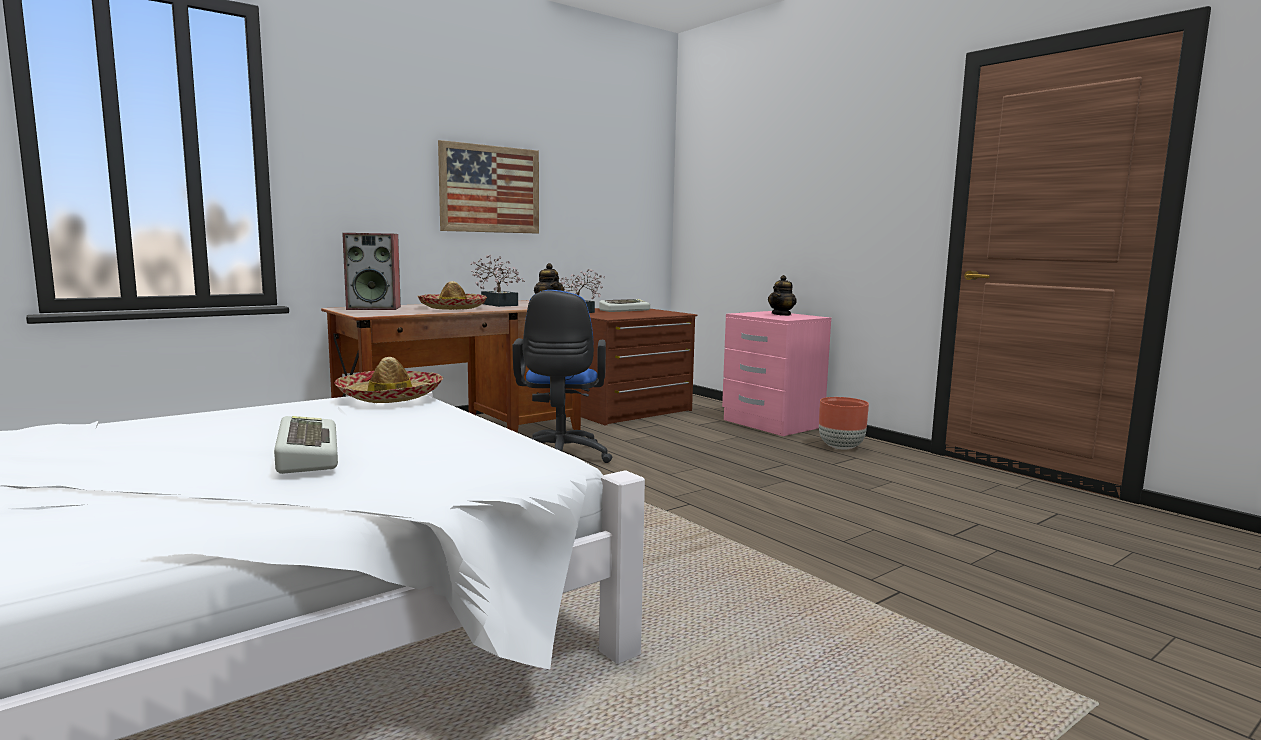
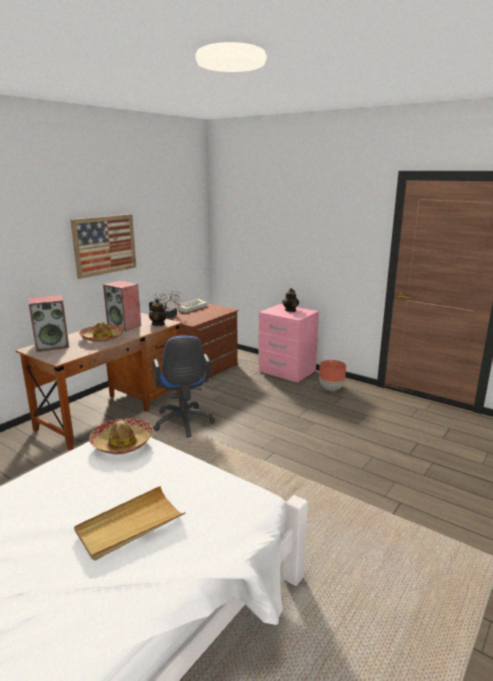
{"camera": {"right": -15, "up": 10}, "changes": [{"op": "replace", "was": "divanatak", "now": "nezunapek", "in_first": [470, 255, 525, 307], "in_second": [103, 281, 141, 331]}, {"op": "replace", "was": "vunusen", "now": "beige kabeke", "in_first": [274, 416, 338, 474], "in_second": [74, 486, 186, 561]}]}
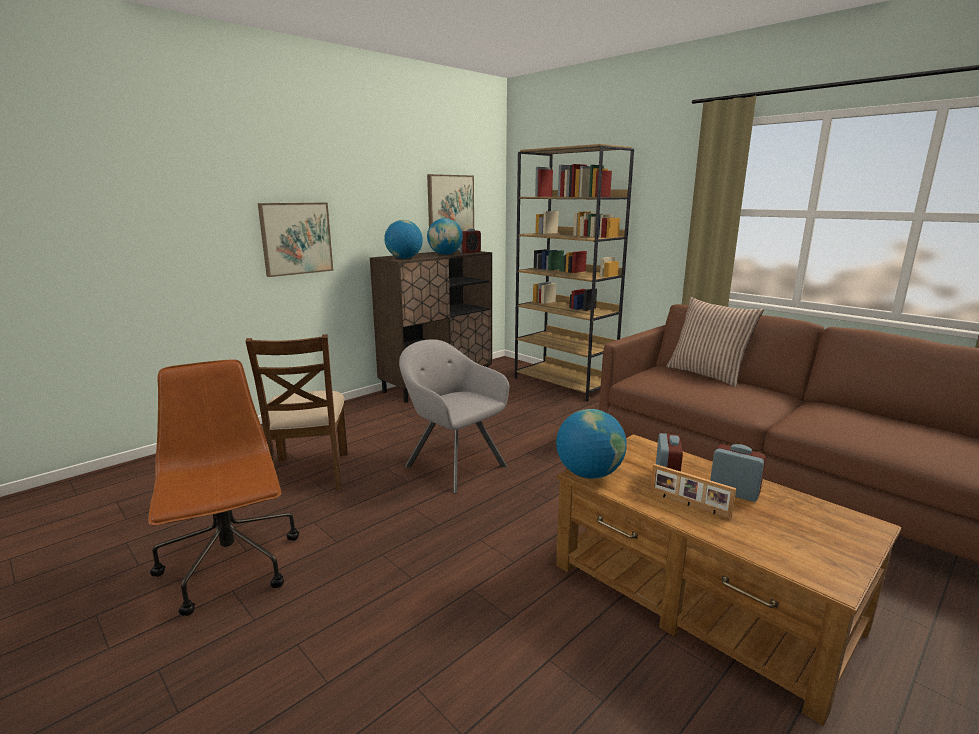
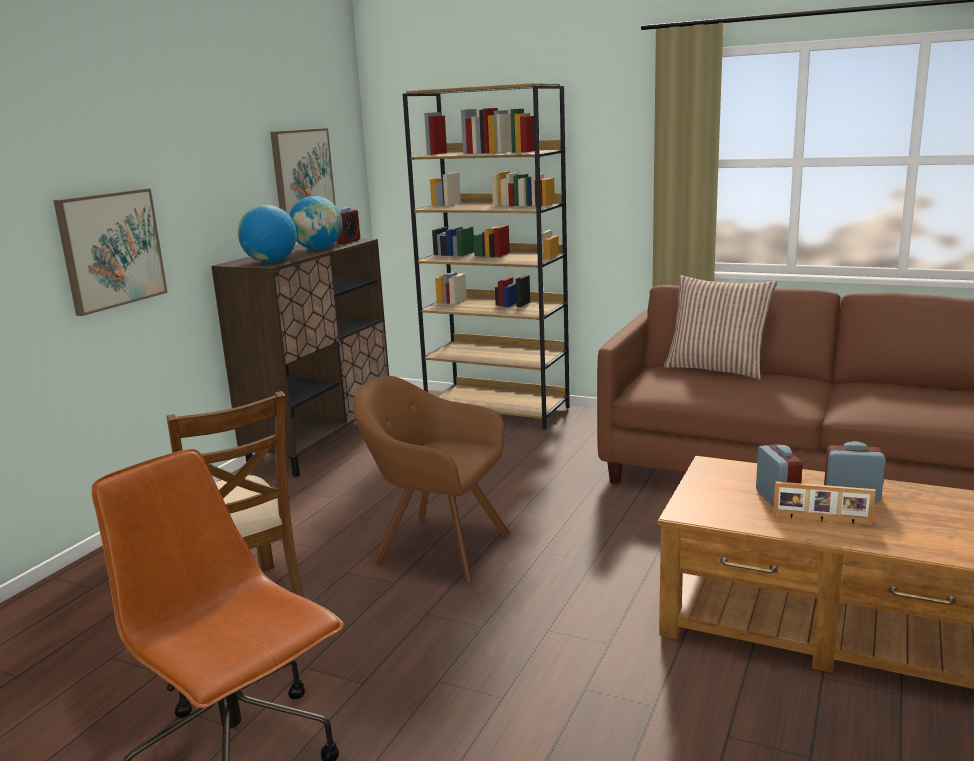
{"camera": {"right": -20, "up": 0}, "changes": [{"op": "recolor", "was": "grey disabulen", "now": "brown disabulen", "in_first": [399, 339, 509, 493], "in_second": [353, 376, 510, 583]}, {"op": "delete", "was": "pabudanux", "in_first": [556, 409, 627, 479]}]}
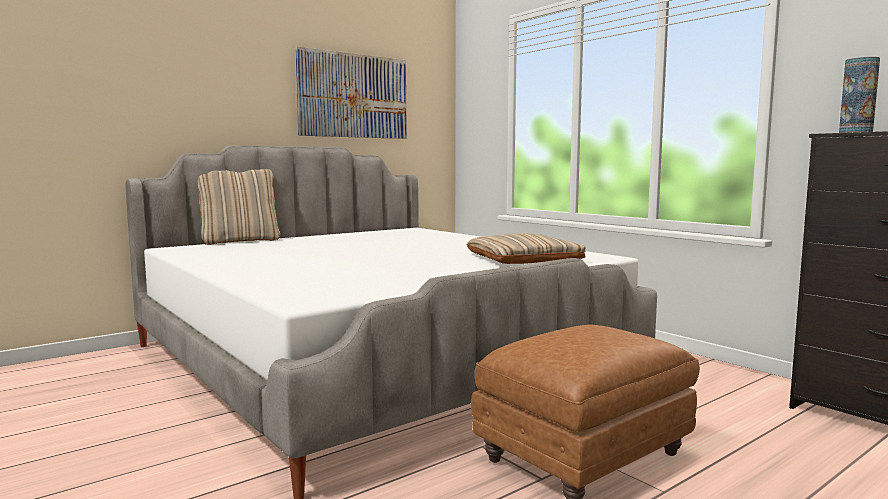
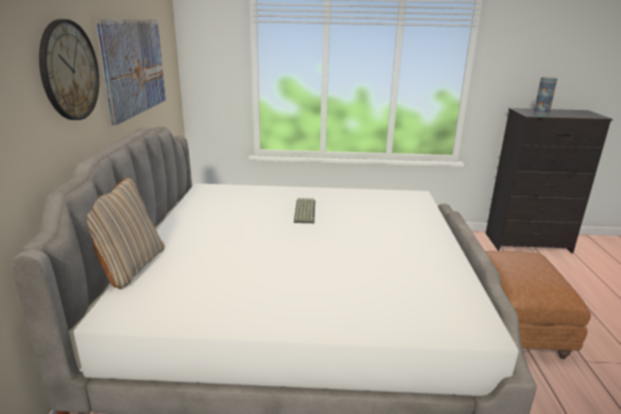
{"camera": {"right": -50, "up": 15}, "changes": [{"op": "delete", "was": "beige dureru", "in_first": [466, 233, 585, 264]}, {"op": "insert", "now": "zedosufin", "in_second": [39, 19, 99, 120]}, {"op": "insert", "now": "vunusen", "in_second": [294, 198, 315, 223]}]}
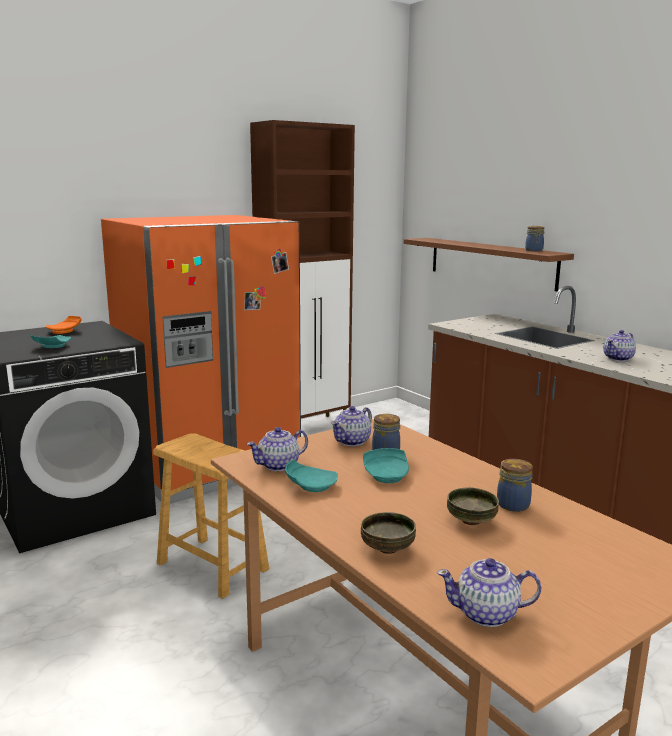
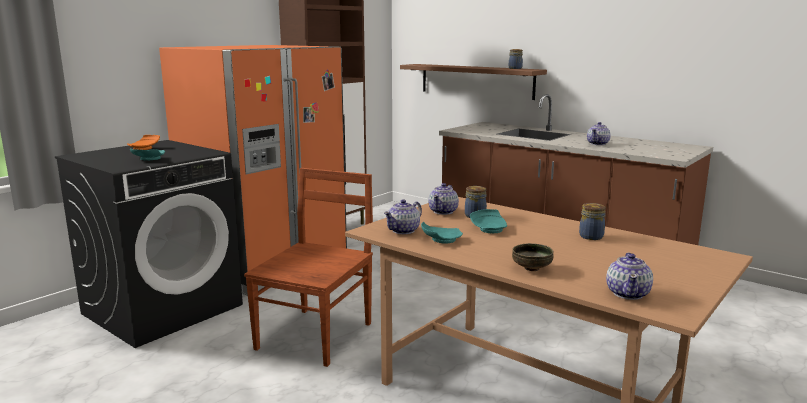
{"camera": {"right": -15, "up": 0}, "changes": [{"op": "replace", "was": "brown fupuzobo", "now": "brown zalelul", "in_first": [153, 434, 269, 599], "in_second": [244, 168, 373, 367]}, {"op": "delete", "was": "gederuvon", "in_first": [447, 487, 499, 525]}, {"op": "rotate", "was": "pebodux", "in_first": [437, 558, 541, 627], "in_second": [606, 252, 653, 300], "clockwise": -60}]}
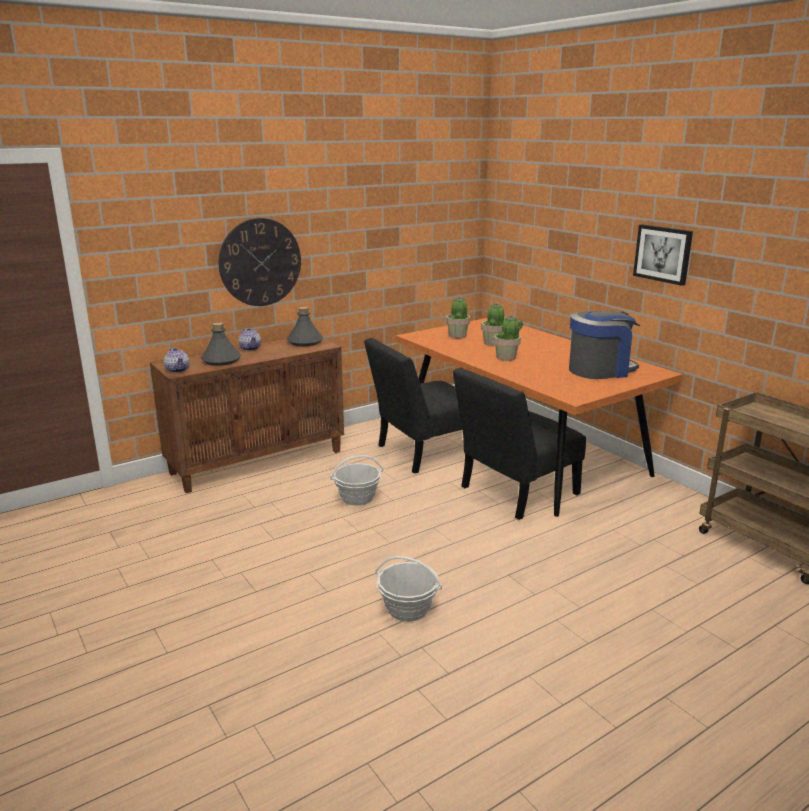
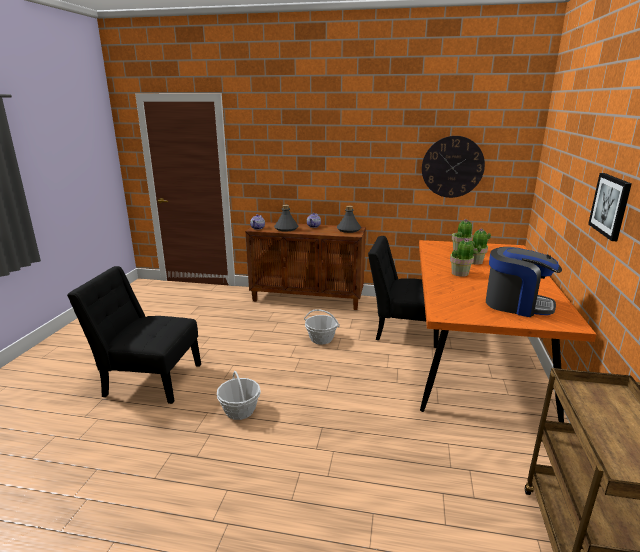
{"camera": {"right": 45, "up": 0}, "changes": [{"op": "move", "was": "zedosufin", "in_first": [219, 218, 301, 306], "in_second": [422, 136, 485, 198]}, {"op": "move", "was": "black zalelul", "in_first": [453, 368, 586, 520], "in_second": [67, 266, 201, 404]}]}
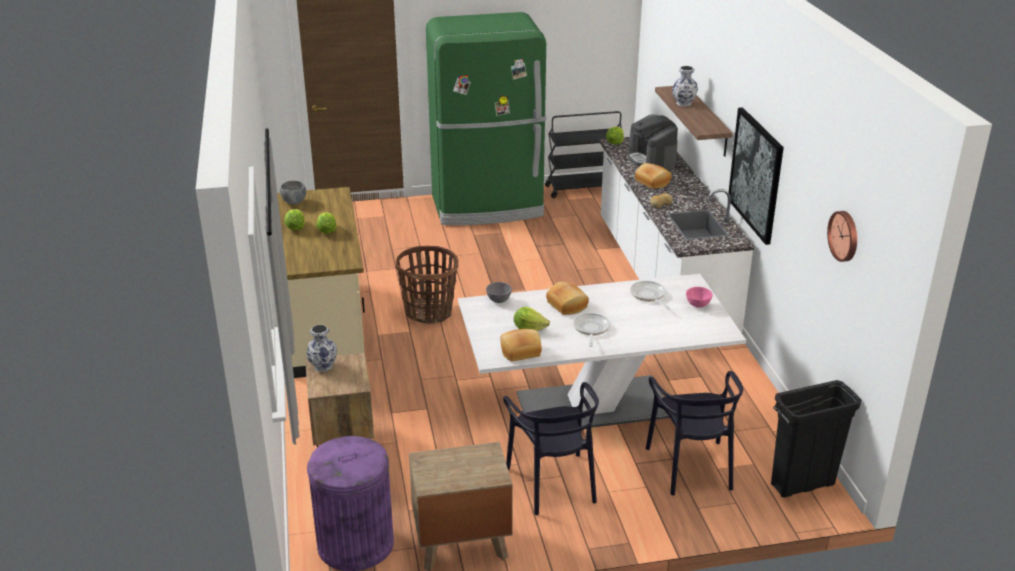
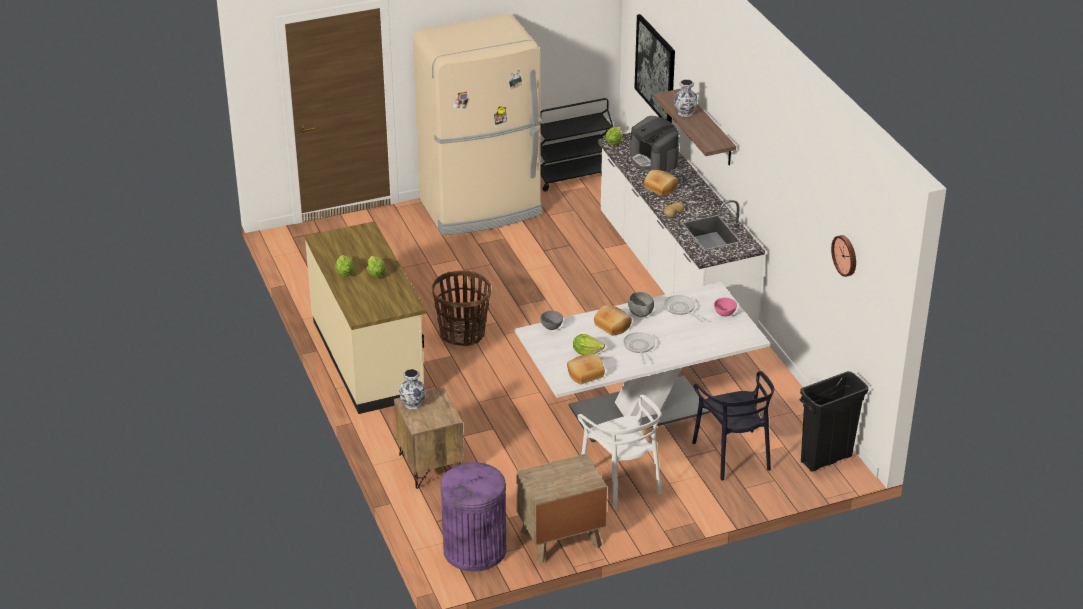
{"camera": {"right": -10, "up": 5}, "changes": [{"op": "recolor", "was": "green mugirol", "now": "beige mugirol", "in_first": [426, 12, 546, 225], "in_second": [413, 14, 542, 235]}, {"op": "move", "was": "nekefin", "in_first": [729, 107, 784, 245], "in_second": [634, 14, 675, 123]}, {"op": "move", "was": "grey gederuvon", "in_first": [280, 181, 306, 205], "in_second": [628, 292, 654, 317]}, {"op": "recolor", "was": "black zalelul", "now": "white zalelul", "in_first": [503, 382, 599, 515], "in_second": [578, 395, 662, 510]}]}
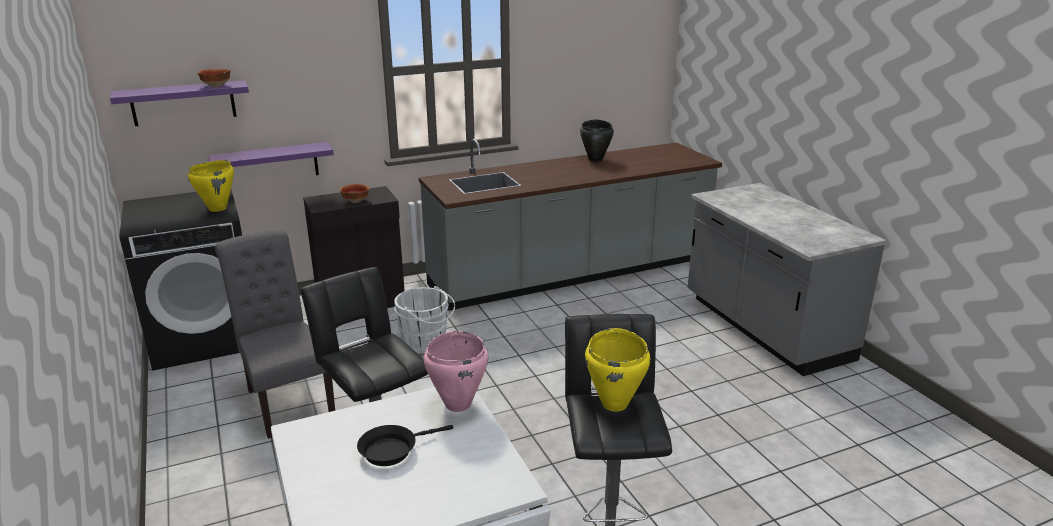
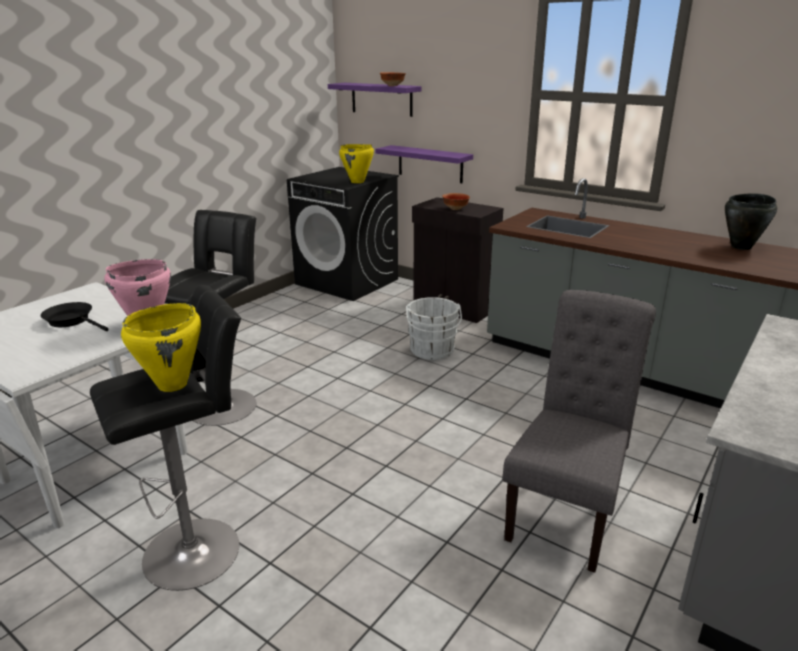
{"camera": {"right": 60, "up": 0}, "changes": [{"op": "move", "was": "grey zalelul", "in_first": [215, 230, 335, 439], "in_second": [503, 290, 656, 573]}]}
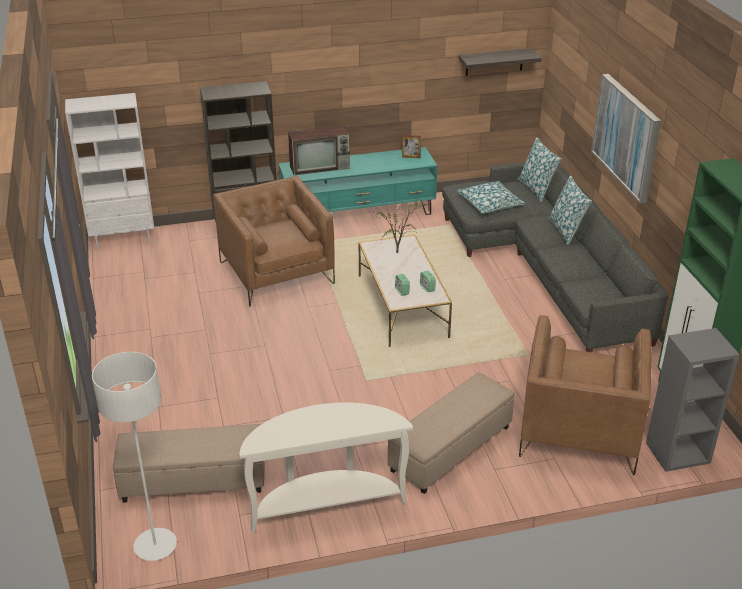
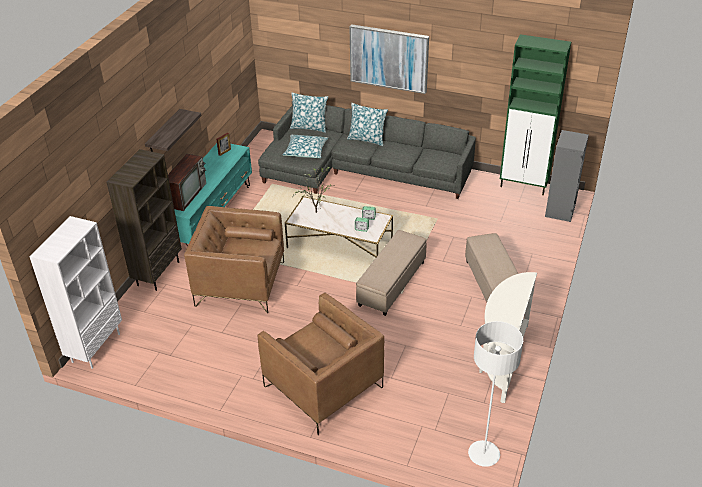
{"camera": {"right": -55, "up": 5}, "changes": [{"op": "move", "was": "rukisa", "in_first": [459, 48, 542, 76], "in_second": [145, 109, 202, 152]}, {"op": "move", "was": "brown disabulen", "in_first": [519, 315, 652, 475], "in_second": [257, 293, 384, 435]}, {"op": "move", "was": "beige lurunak", "in_first": [113, 424, 265, 503], "in_second": [356, 230, 426, 316]}]}
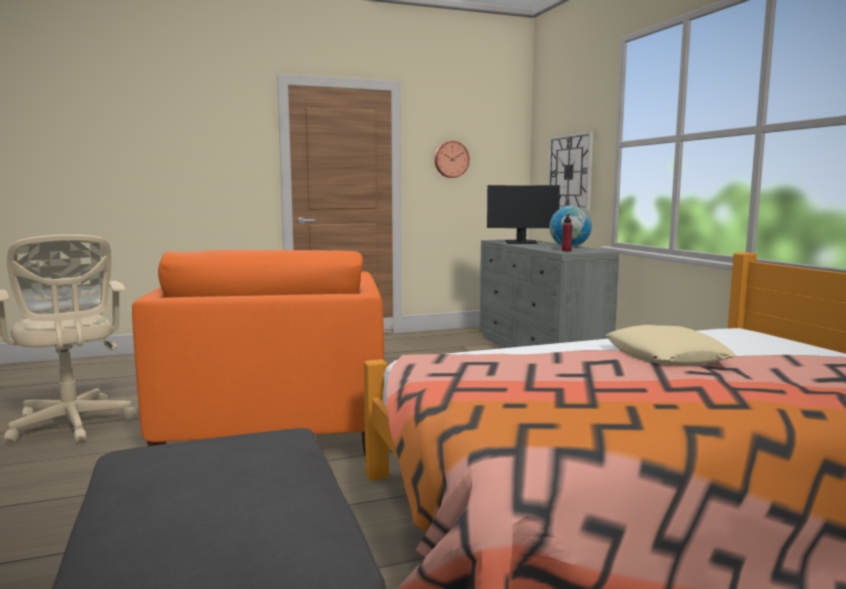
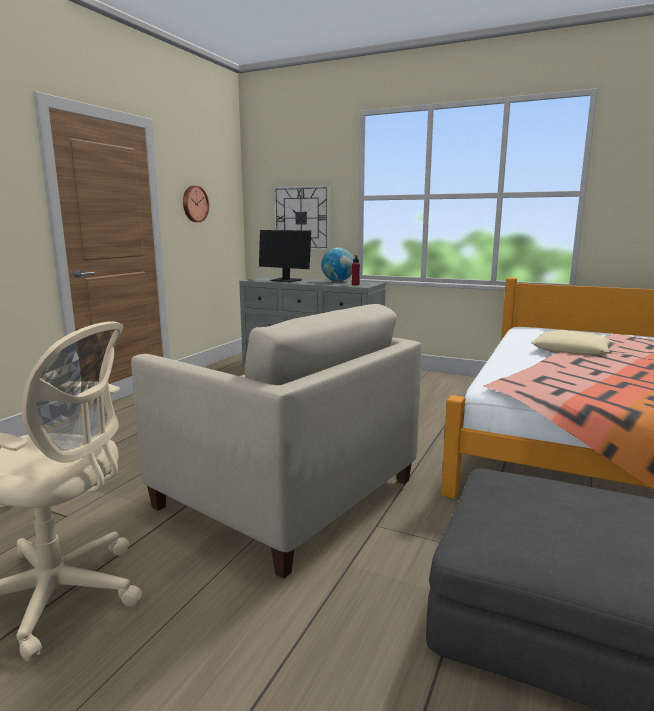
{"camera": {"right": -45, "up": 5}, "changes": [{"op": "rotate", "was": "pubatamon", "in_first": [487, 185, 560, 244], "in_second": [259, 230, 311, 282], "clockwise": 75}, {"op": "recolor", "was": "orange disabulen", "now": "beige disabulen", "in_first": [132, 250, 384, 455], "in_second": [131, 304, 422, 579]}]}
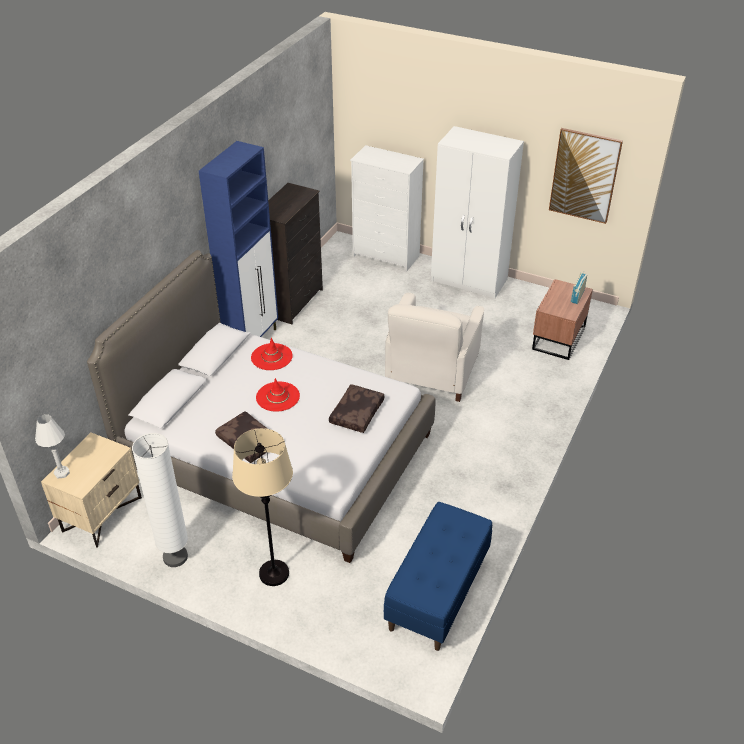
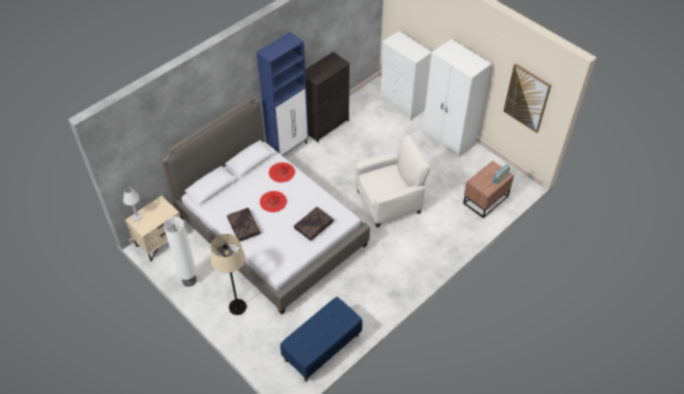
{"camera": {"right": 20, "up": 10}, "changes": [{"op": "rotate", "was": "white disabulen", "in_first": [385, 293, 484, 402], "in_second": [356, 135, 430, 228], "clockwise": -150}]}
